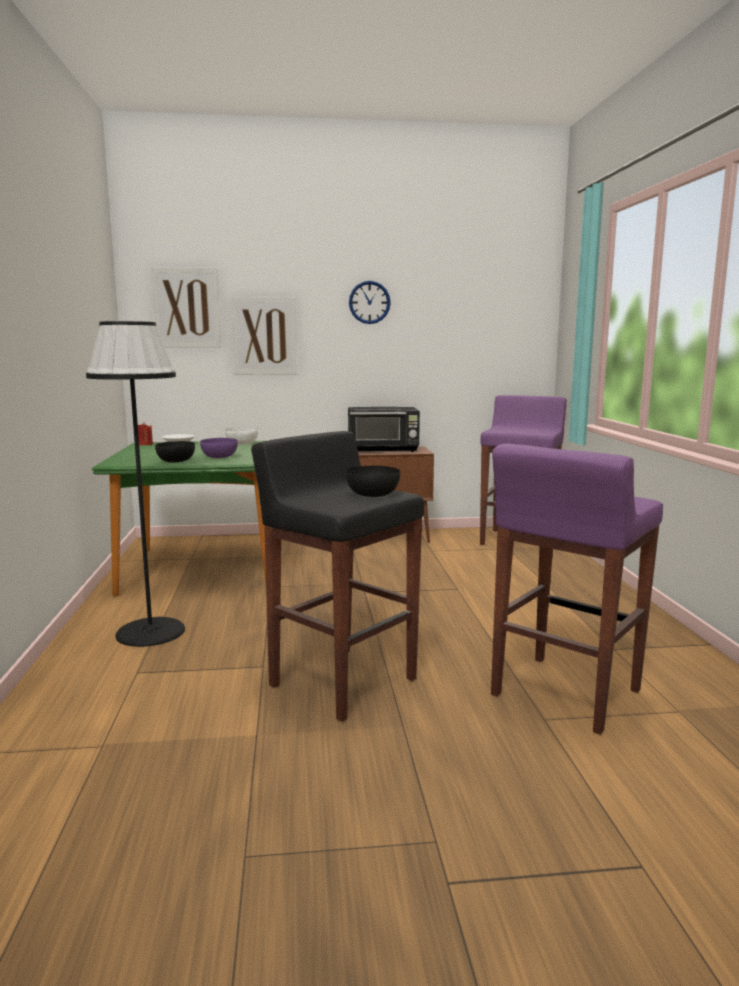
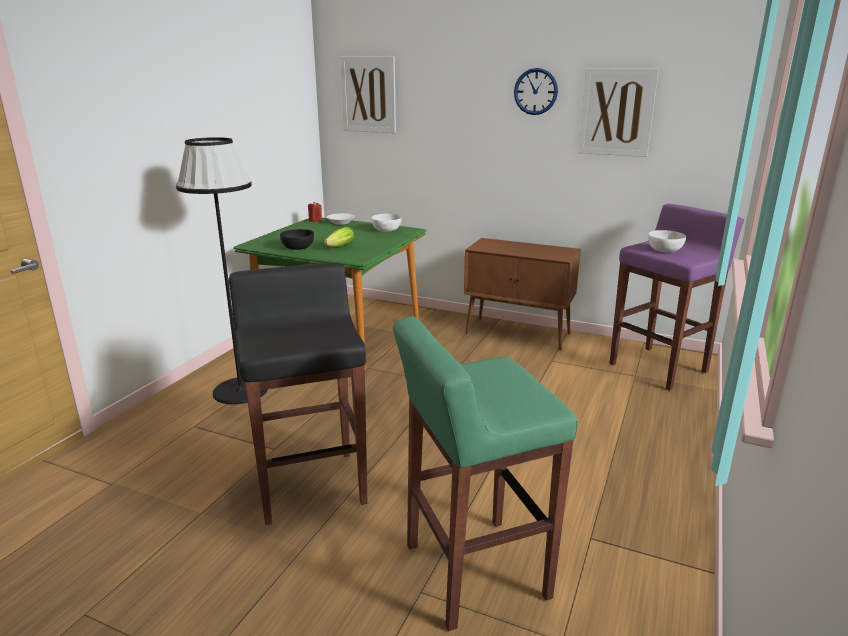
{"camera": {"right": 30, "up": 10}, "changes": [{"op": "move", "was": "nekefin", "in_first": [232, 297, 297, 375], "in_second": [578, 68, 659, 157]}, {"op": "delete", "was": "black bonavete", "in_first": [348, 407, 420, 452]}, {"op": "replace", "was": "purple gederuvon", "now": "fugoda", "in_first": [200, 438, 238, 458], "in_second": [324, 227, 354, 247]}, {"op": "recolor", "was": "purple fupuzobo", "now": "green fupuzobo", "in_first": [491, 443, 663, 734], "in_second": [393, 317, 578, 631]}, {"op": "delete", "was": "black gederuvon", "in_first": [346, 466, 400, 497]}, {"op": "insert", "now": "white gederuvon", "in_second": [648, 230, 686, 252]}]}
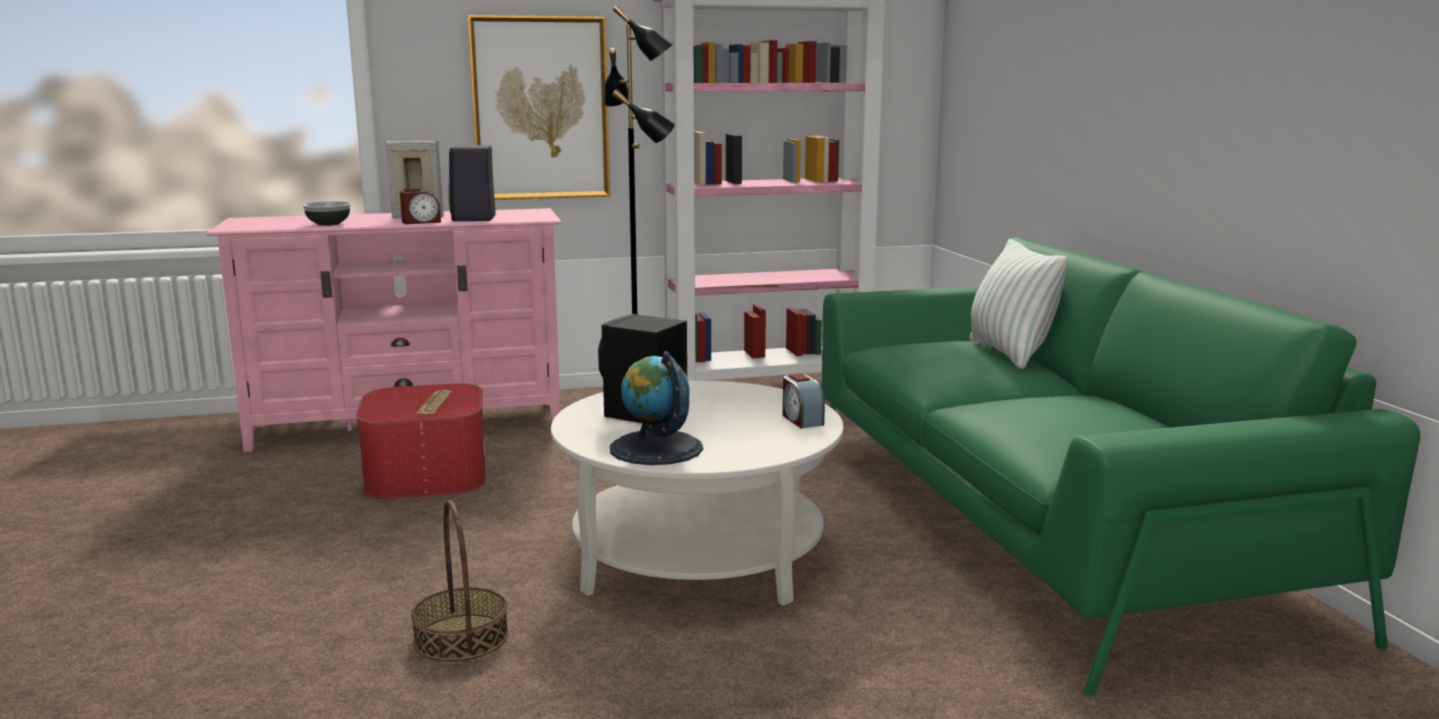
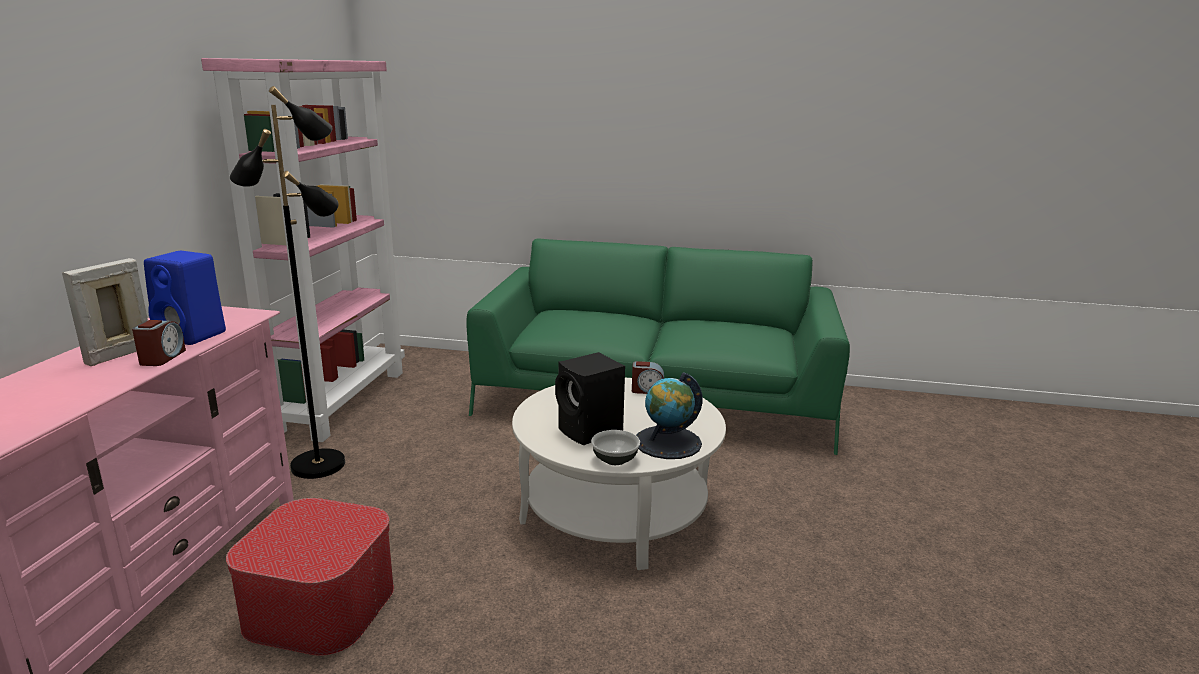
{"camera": {"right": -65, "up": 5}, "changes": [{"op": "delete", "was": "nekefin", "in_first": [468, 15, 610, 200]}, {"op": "recolor", "was": "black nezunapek", "now": "blue nezunapek", "in_first": [448, 145, 496, 221], "in_second": [144, 251, 226, 345]}, {"op": "move", "was": "gederuvon", "in_first": [302, 201, 351, 226], "in_second": [591, 430, 640, 465]}, {"op": "delete", "was": "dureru", "in_first": [969, 239, 1068, 369]}, {"op": "delete", "was": "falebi", "in_first": [416, 390, 452, 414]}, {"op": "delete", "was": "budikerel", "in_first": [411, 500, 508, 662]}]}
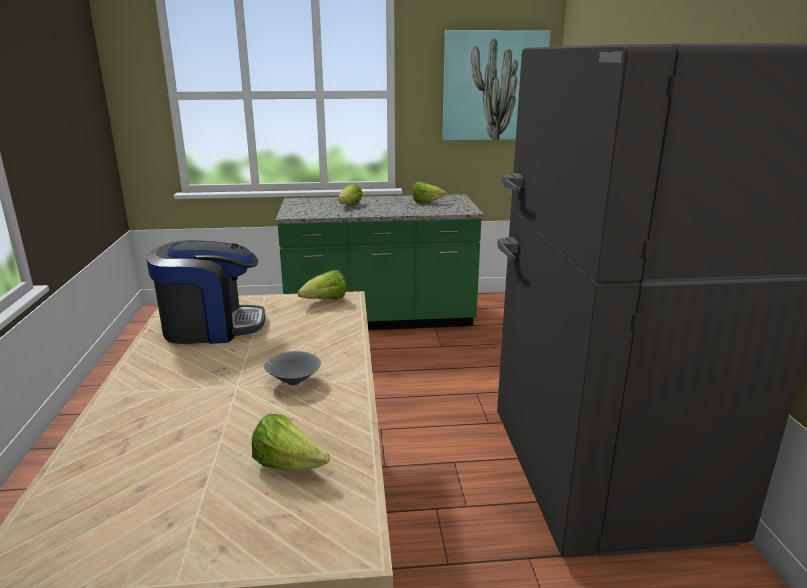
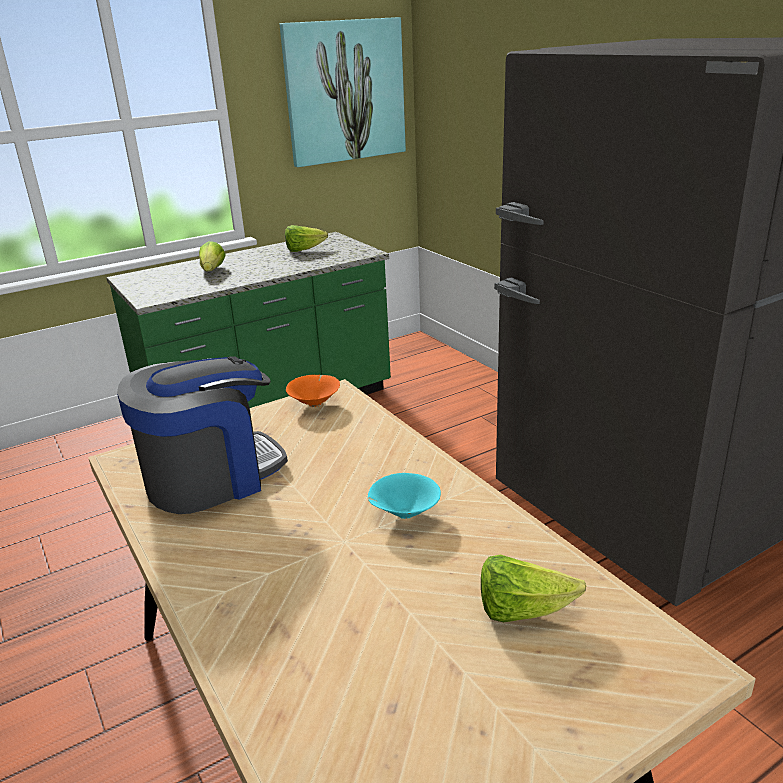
{"camera": {"right": -25, "up": 5}, "changes": [{"op": "replace", "was": "fugoda", "now": "orange gederuvon", "in_first": [298, 270, 347, 300], "in_second": [286, 375, 340, 407]}, {"op": "recolor", "was": "grey gederuvon", "now": "turquoise gederuvon", "in_first": [264, 351, 321, 385], "in_second": [368, 473, 441, 519]}]}
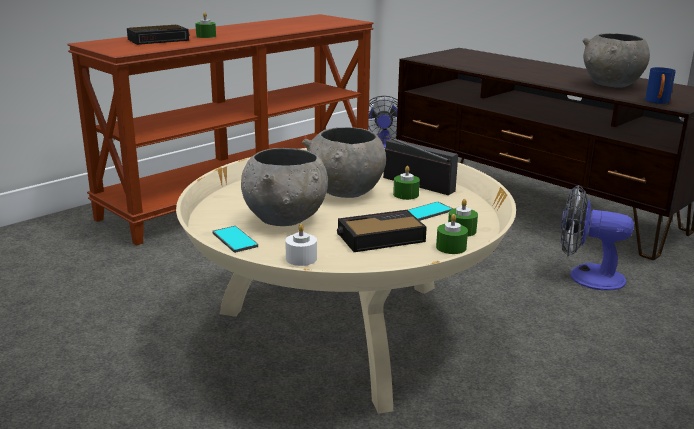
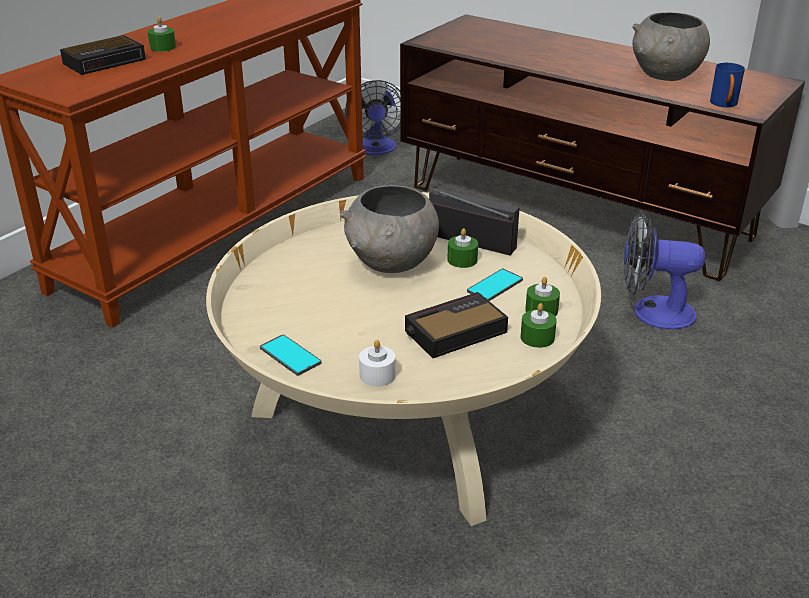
{"camera": {"right": -10, "up": 10}, "changes": [{"op": "delete", "was": "grey gederuvon", "in_first": [241, 148, 328, 226]}]}
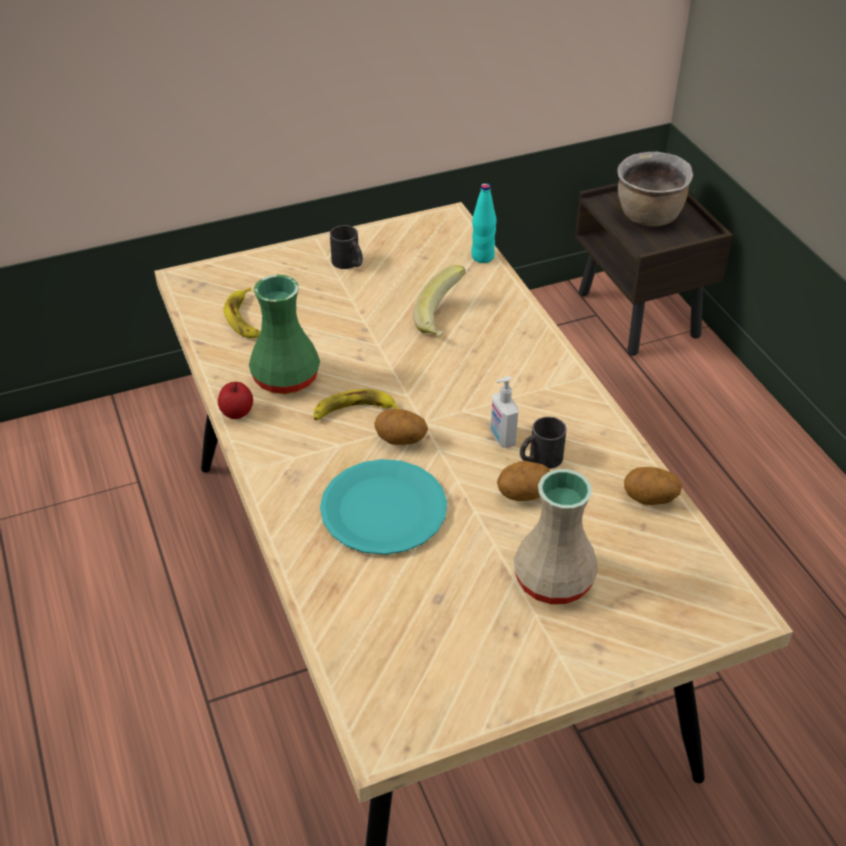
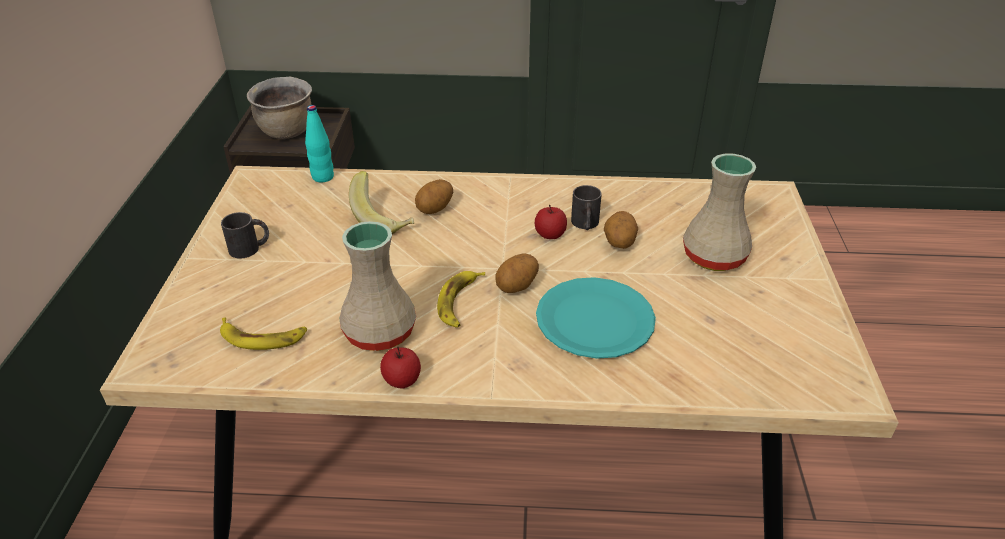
{"camera": {"right": -65, "up": -5}, "changes": [{"op": "recolor", "was": "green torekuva", "now": "beige torekuva", "in_first": [249, 275, 320, 394], "in_second": [340, 221, 416, 351]}, {"op": "replace", "was": "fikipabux", "now": "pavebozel", "in_first": [491, 376, 518, 448], "in_second": [535, 205, 567, 239]}, {"op": "move", "was": "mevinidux", "in_first": [624, 467, 682, 505], "in_second": [415, 179, 453, 214]}]}
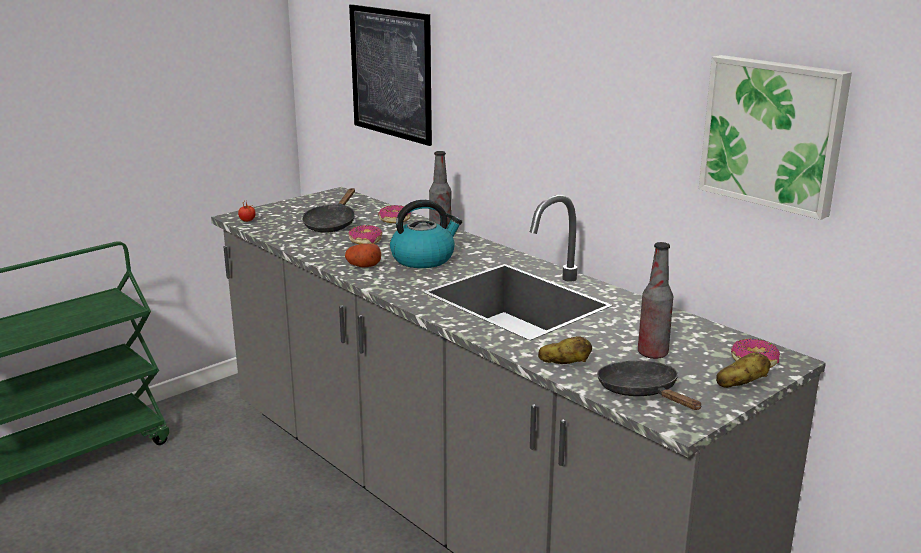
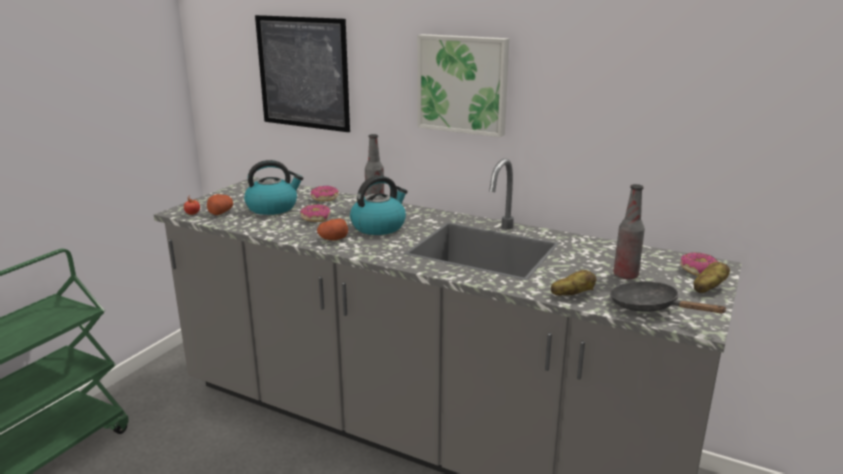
{"camera": {"right": -20, "up": 0}, "changes": [{"op": "move", "was": "nekefin", "in_first": [699, 55, 852, 220], "in_second": [417, 34, 509, 137]}, {"op": "replace", "was": "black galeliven", "now": "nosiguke", "in_first": [302, 188, 355, 233], "in_second": [244, 160, 303, 215]}, {"op": "insert", "now": "mevinidux", "in_second": [207, 194, 233, 215]}]}
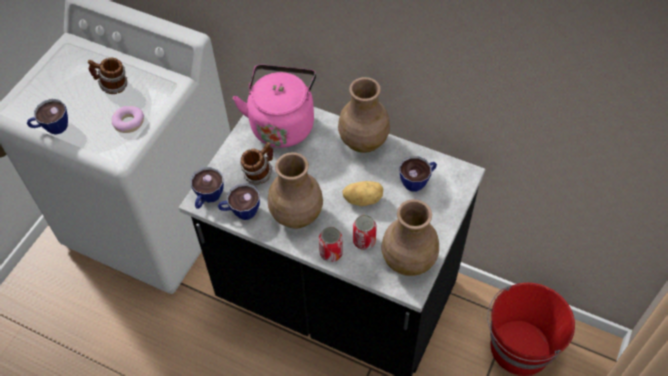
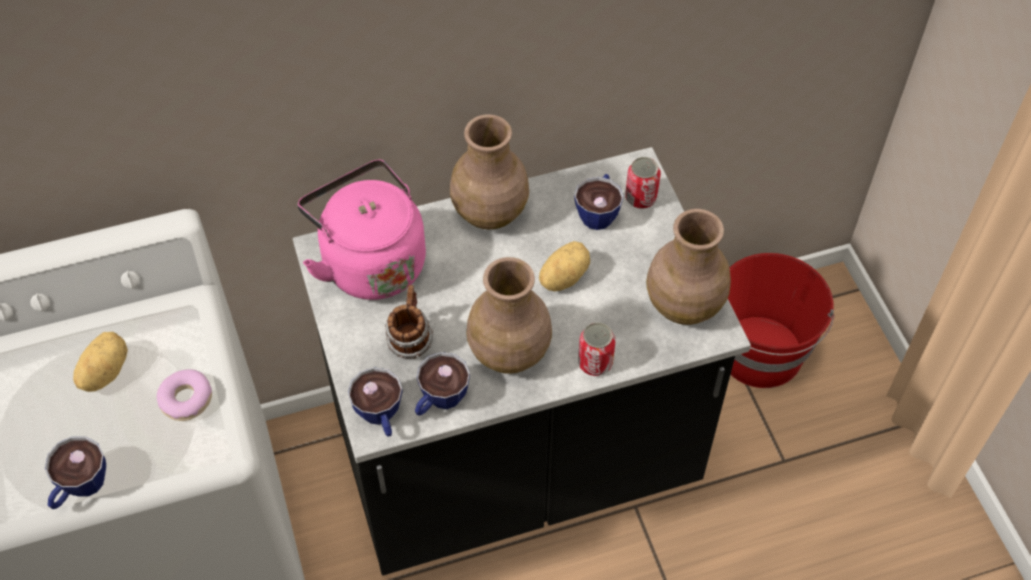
{"camera": {"right": -45, "up": 0}, "changes": [{"op": "replace", "was": "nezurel", "now": "mevinidux", "in_first": [88, 58, 127, 94], "in_second": [73, 332, 128, 392]}, {"op": "move", "was": "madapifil", "in_first": [353, 215, 377, 250], "in_second": [625, 157, 661, 208]}]}
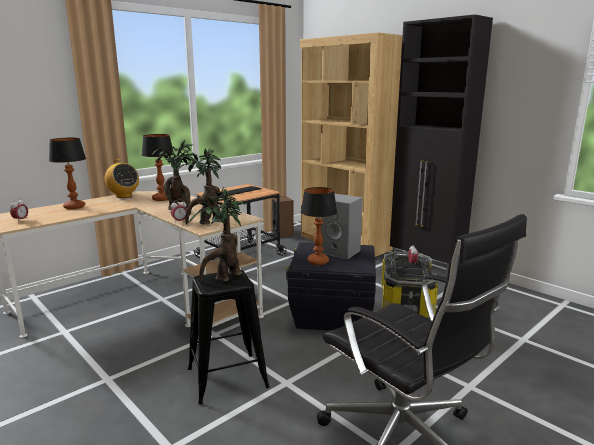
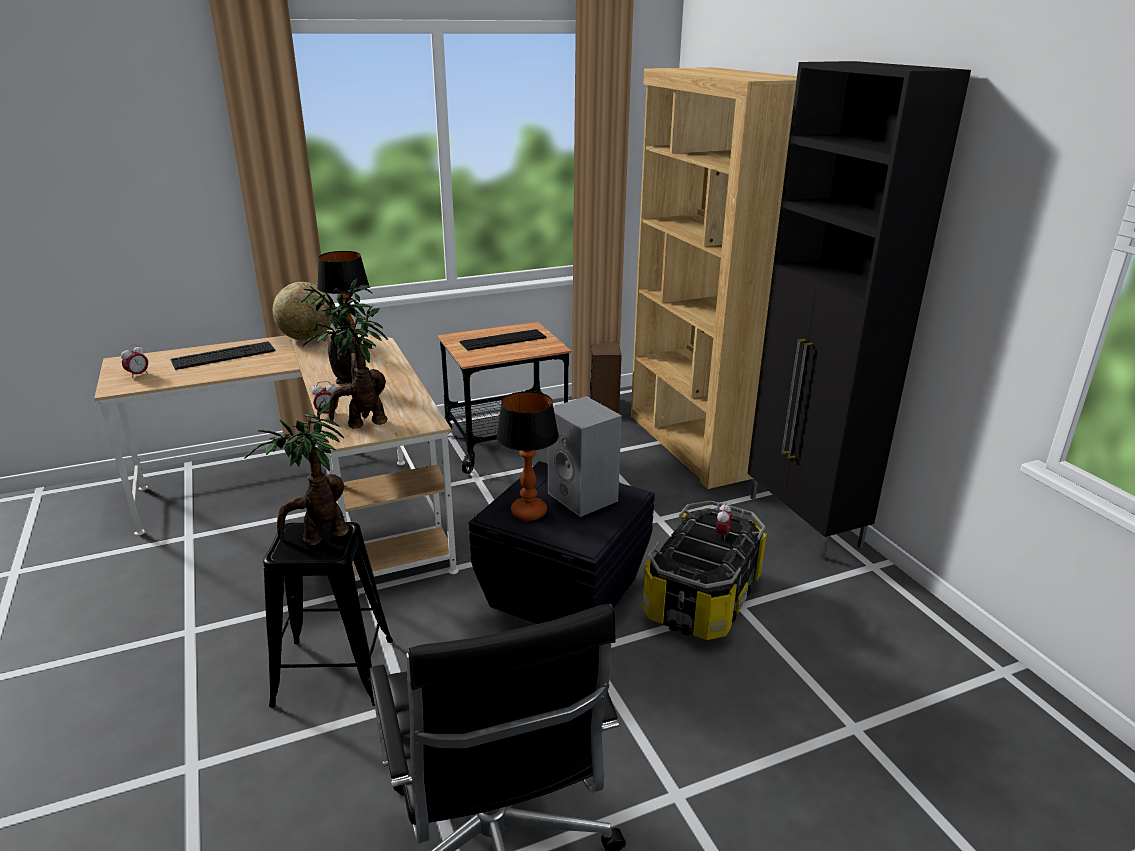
{"camera": {"right": 20, "up": 10}, "changes": [{"op": "replace", "was": "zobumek", "now": "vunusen", "in_first": [49, 138, 86, 209], "in_second": [170, 341, 275, 370]}, {"op": "replace", "was": "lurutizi", "now": "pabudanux", "in_first": [105, 159, 139, 198], "in_second": [273, 282, 333, 341]}]}
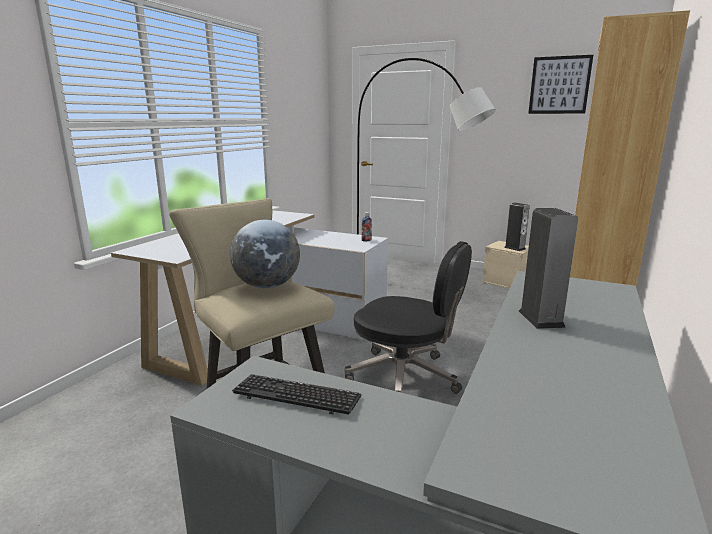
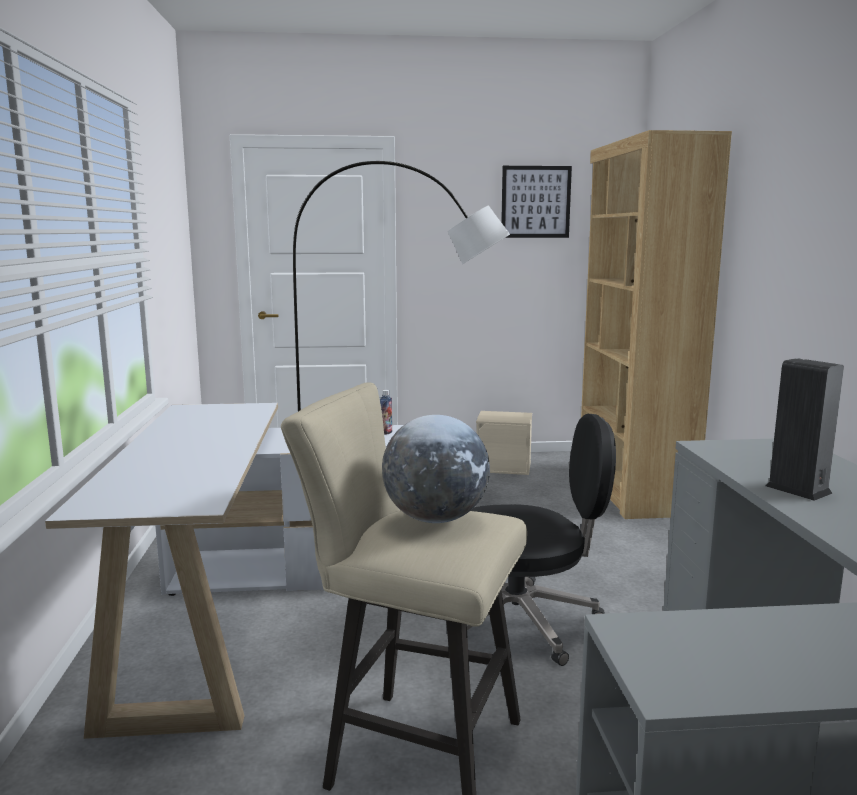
{"camera": {"right": -30, "up": -5}, "changes": [{"op": "delete", "was": "nezunapek", "in_first": [504, 203, 530, 251]}, {"op": "delete", "was": "vunusen", "in_first": [232, 374, 361, 415]}]}
